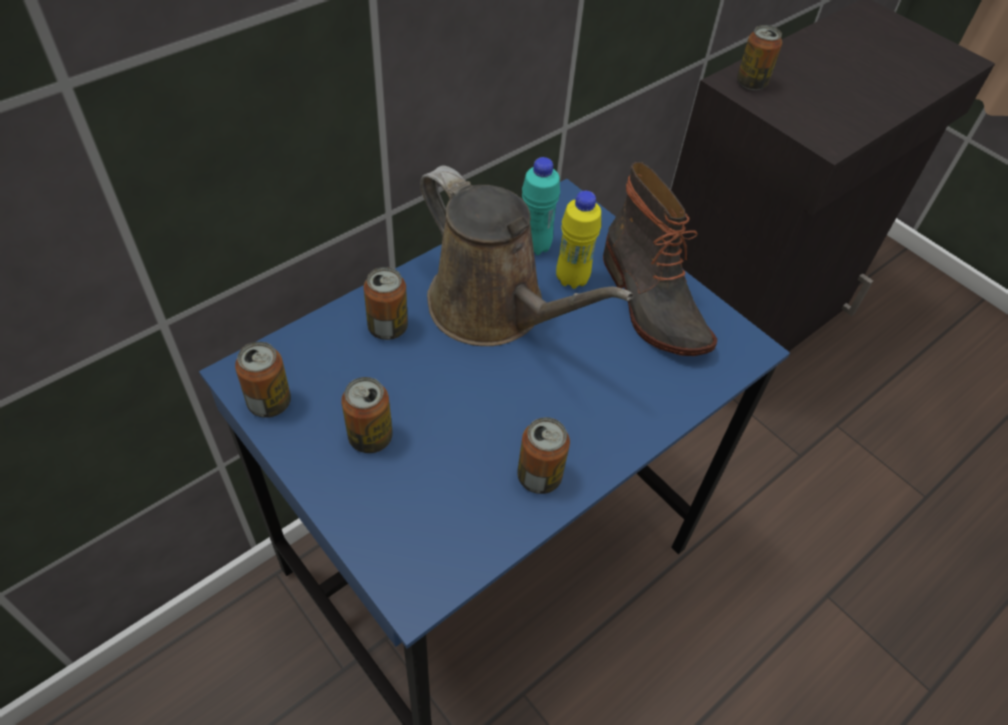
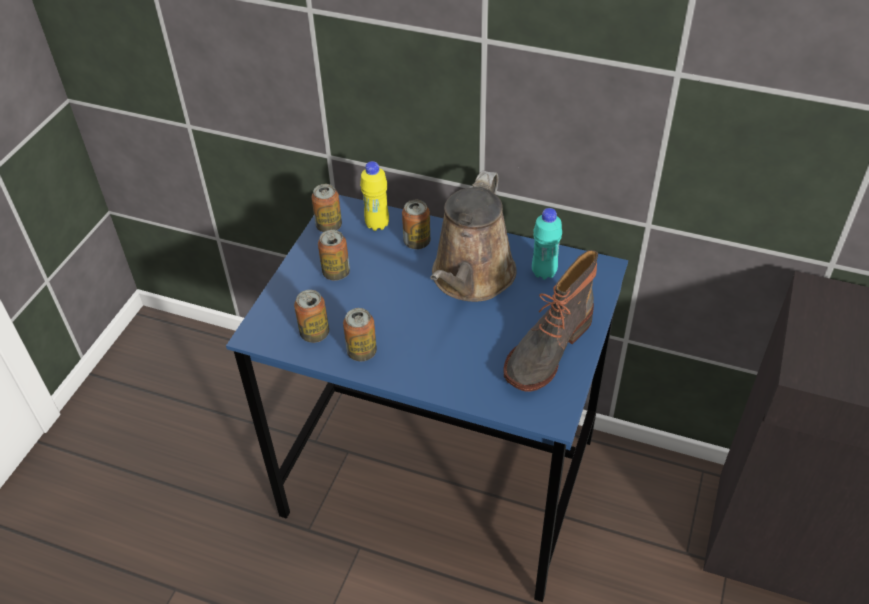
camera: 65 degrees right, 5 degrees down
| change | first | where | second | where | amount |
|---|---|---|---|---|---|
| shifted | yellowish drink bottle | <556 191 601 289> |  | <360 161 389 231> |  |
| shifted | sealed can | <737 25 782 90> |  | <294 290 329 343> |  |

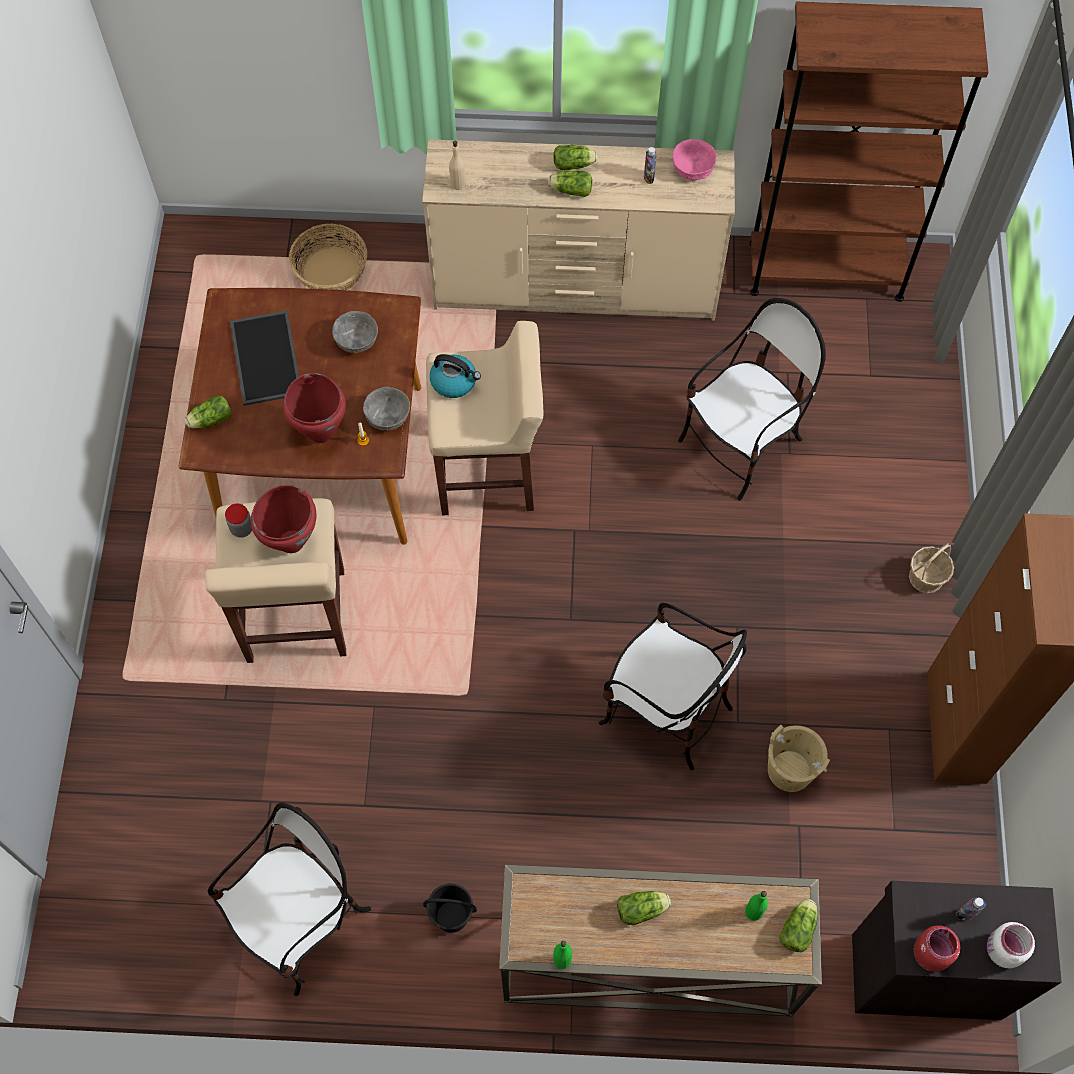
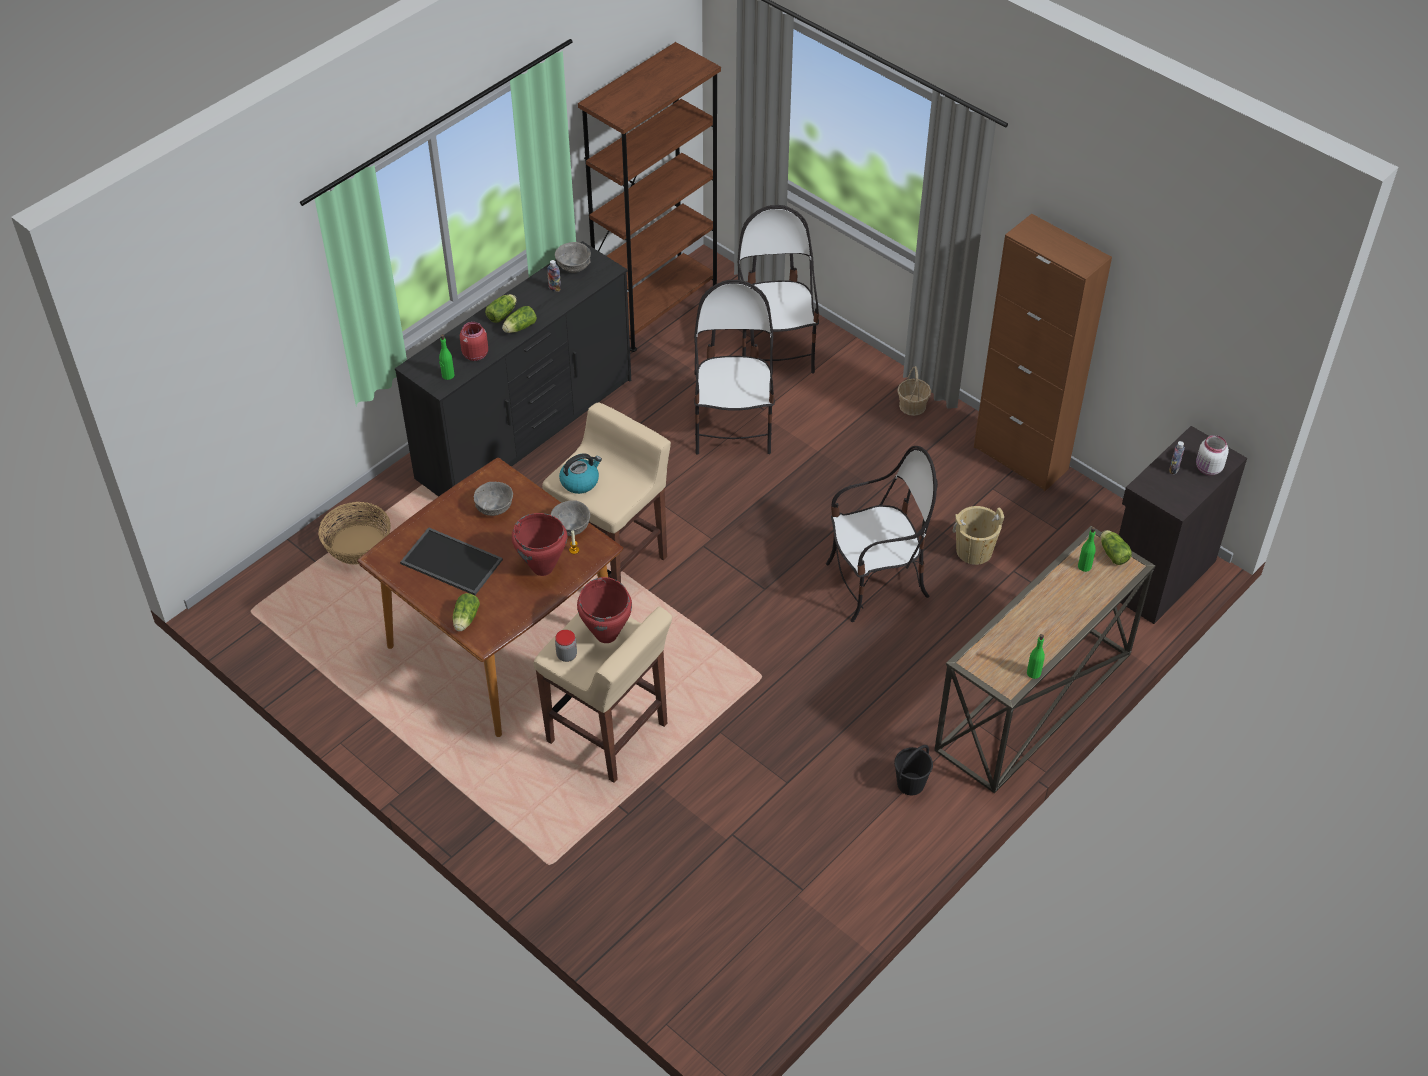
camera: 50 degrees left, 15 degrees down
| change | first | where | second | where | amount |
|---|---|---|---|---|---|
| gone | lettuce | <617 891 671 925> |  |  |  |
| shifted | chair | <208 803 371 996> |  | <738 205 819 374> |  |
| shifted | reddish preserve jar | <914 925 960 972> |  | <460 322 488 361> |  |
| repainted | beige drawer chest | <422 139 735 321> | blackish drawer chest | <395 241 631 497> |  |
| repainted | beige drink bottle | <449 141 465 190> | green-coloured drink bottle | <439 334 454 380> |  |
| repainted | pink-coloured bowl | <673 139 717 180> | gray bowl | <555 242 591 273> |  |

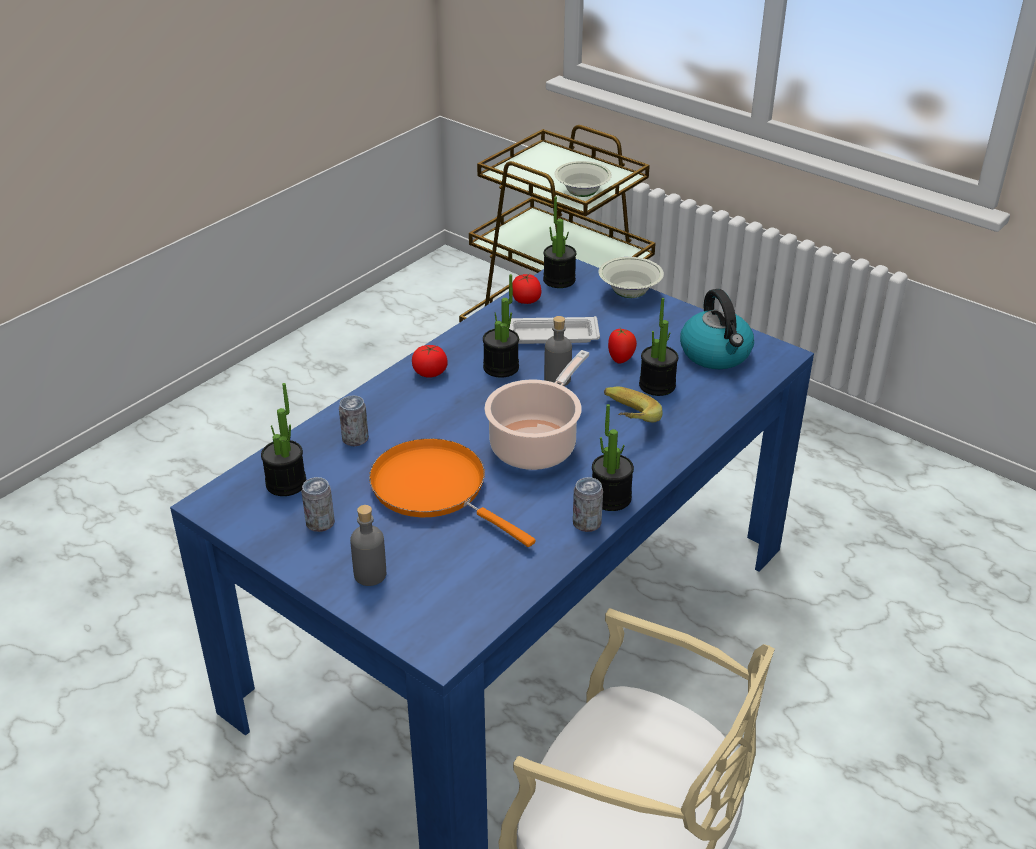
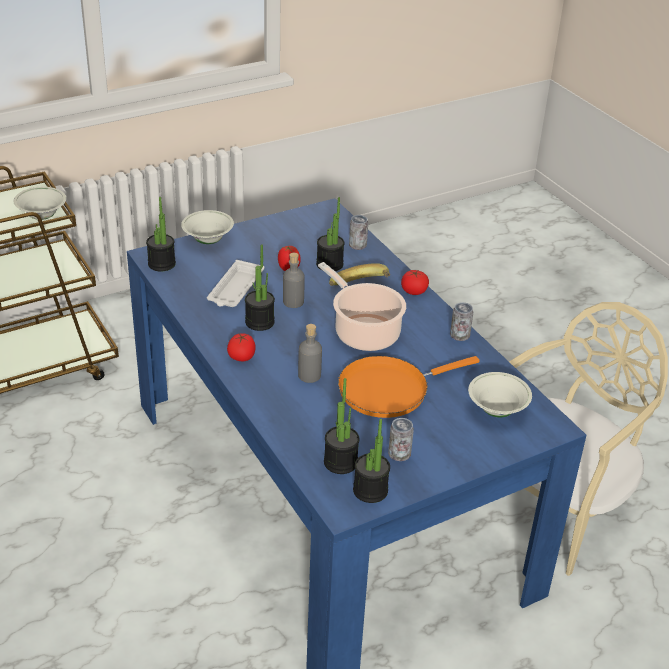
camera: 70 degrees left, 0 degrees up
| change | first | where | second | where | amount |
|---|---|---|---|---|---|
| gone | kettle | <680 289 754 369> |  |  |  |
| new |  |  | whitish bowl | <468 372 532 417> |  |
| shifted | sealed can | <339 395 369 446> |  | <349 215 368 250> |  |
| shifted | gray drink bottle | <350 505 386 586> |  | <298 324 322 383> |  |
| shifted | tomato | <512 274 541 304> |  | <401 270 429 295> |  |
| shifted | houseplant | <592 404 634 511> |  | <353 419 390 503> |  |

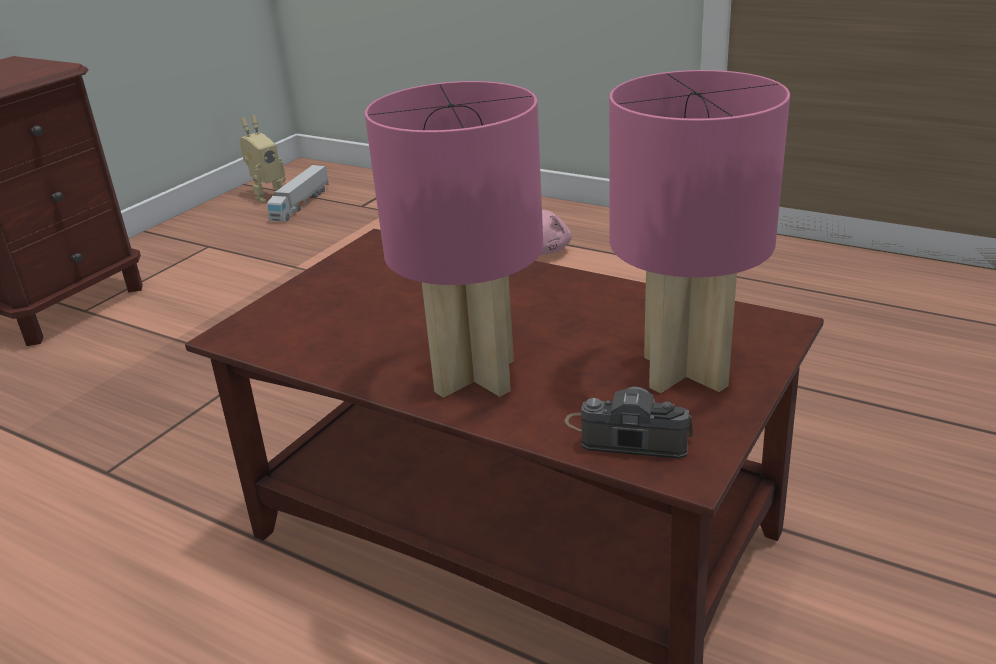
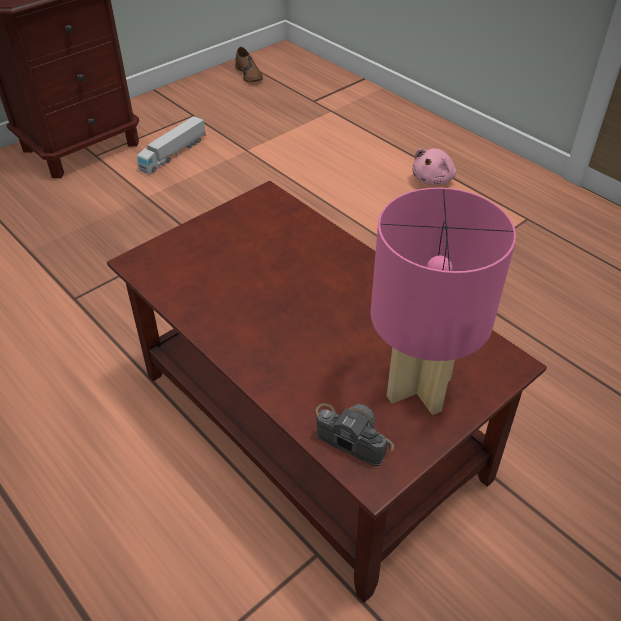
camera: 15 degrees right, 15 degrees up
| change | first | where | second | where | amount |
|---|---|---|---|---|---|
| gone | pink-coloured lamp for a table | <365 81 543 398> |  |  |  |
| shifted | model truck | <267 165 329 222> |  | <137 116 206 174> |  |
| swapped | model robot | <240 115 286 203> | brown item of footwear | <235 47 263 82> |  |

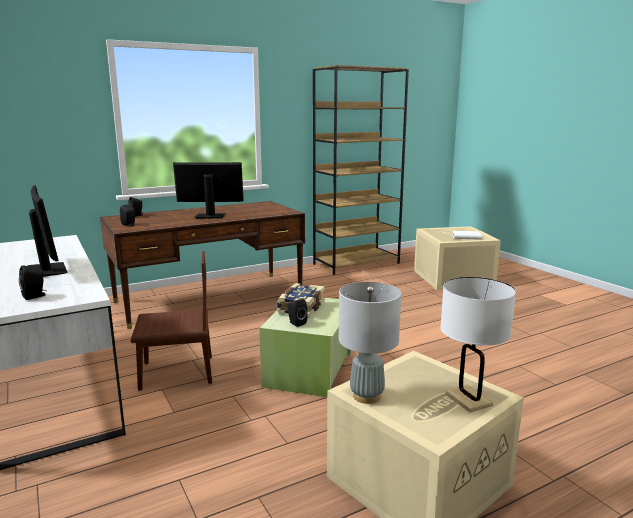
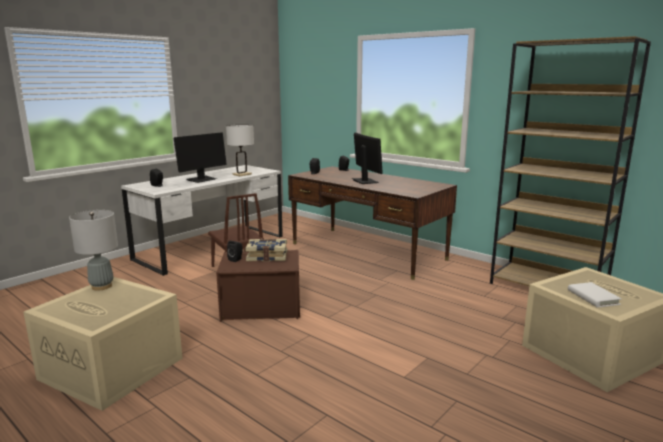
camera: 70 degrees right, 0 degrees up
| change | first | where | second | where | amount |
|---|---|---|---|---|---|
| shifted | whitish lamp for a table | <440 277 516 412> |  | <226 125 254 176> |  |
| repainted | green-coloured storage bin | <259 298 351 397> | brown storage bin | <216 250 300 322> |  |

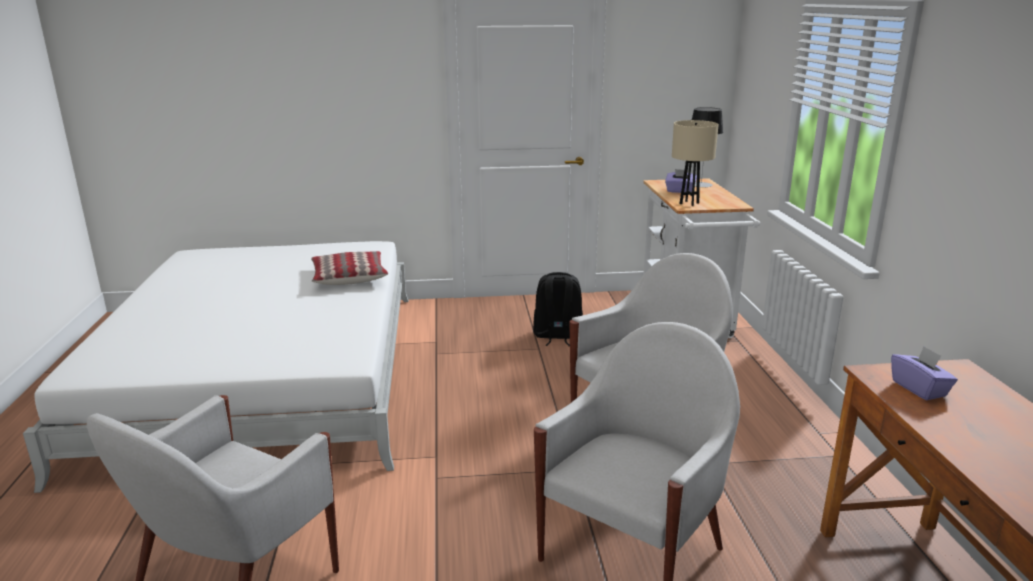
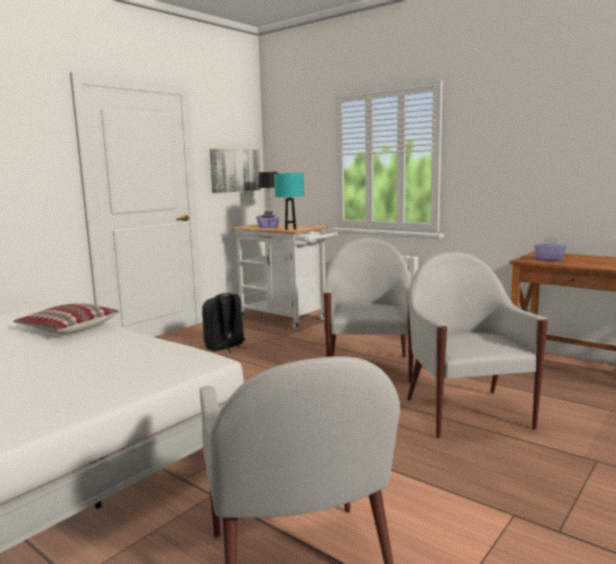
camera: 45 degrees left, 10 degrees down
| change | first | where | second | where | amount |
|---|---|---|---|---|---|
| new |  |  | wall art | <210 149 261 193> |  |
| repainted | beige lamp for a table | <672 120 719 206> | turquoise lamp for a table | <274 173 304 230> |  |

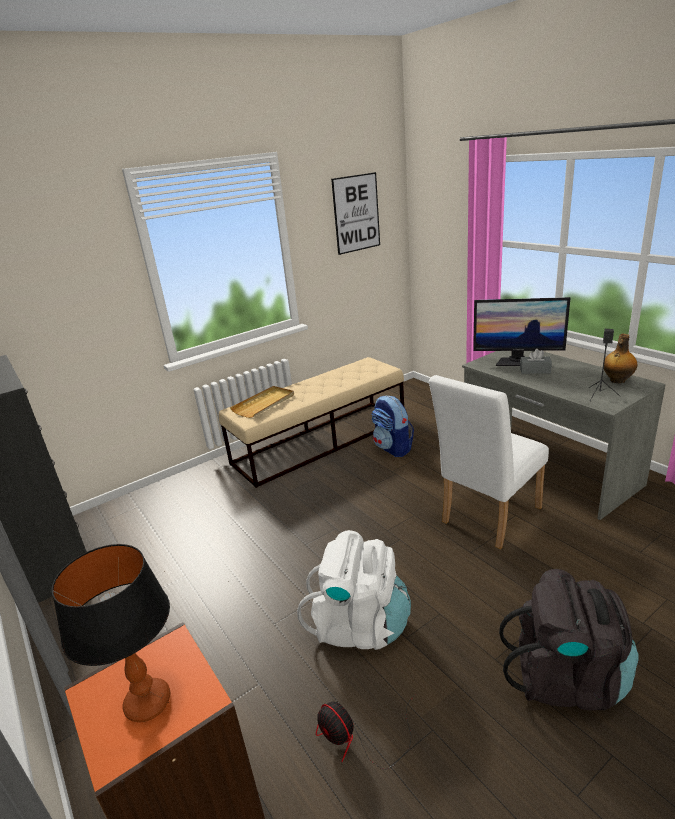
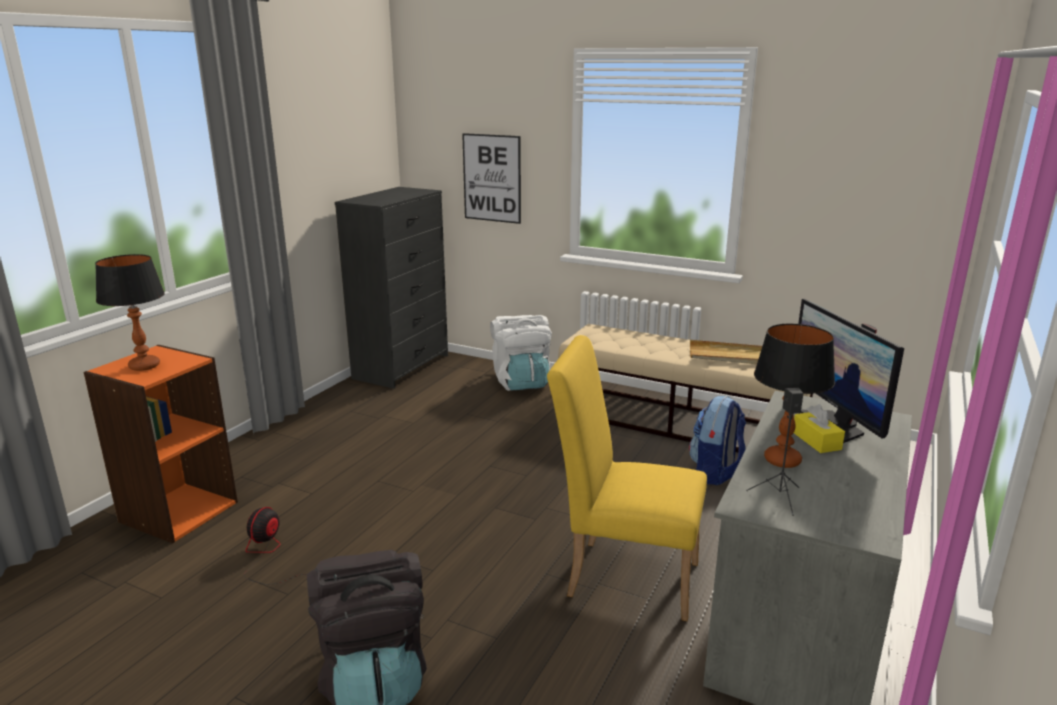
camera: 60 degrees right, 5 degrees down
| change | first | where | second | where | amount |
|---|---|---|---|---|---|
| gone | drink bottle | <604 334 637 383> |  |  |  |
| new |  |  | lamp for a table | <754 324 835 468> |  |
| shifted | beige serving tray | <230 386 294 418> |  | <690 340 762 364> |  |
| shifted | whitish backpack | <297 530 411 650> |  | <490 315 552 391> |  |
| shifted | wall art | <331 172 380 255> |  | <462 133 521 224> |  |
| repainted | whitish chair | <429 375 549 549> | yellowish chair | <547 335 707 621> |  |
| repainted | gray tissue box | <520 349 552 374> | yellowish tissue box | <794 404 845 453> |  |

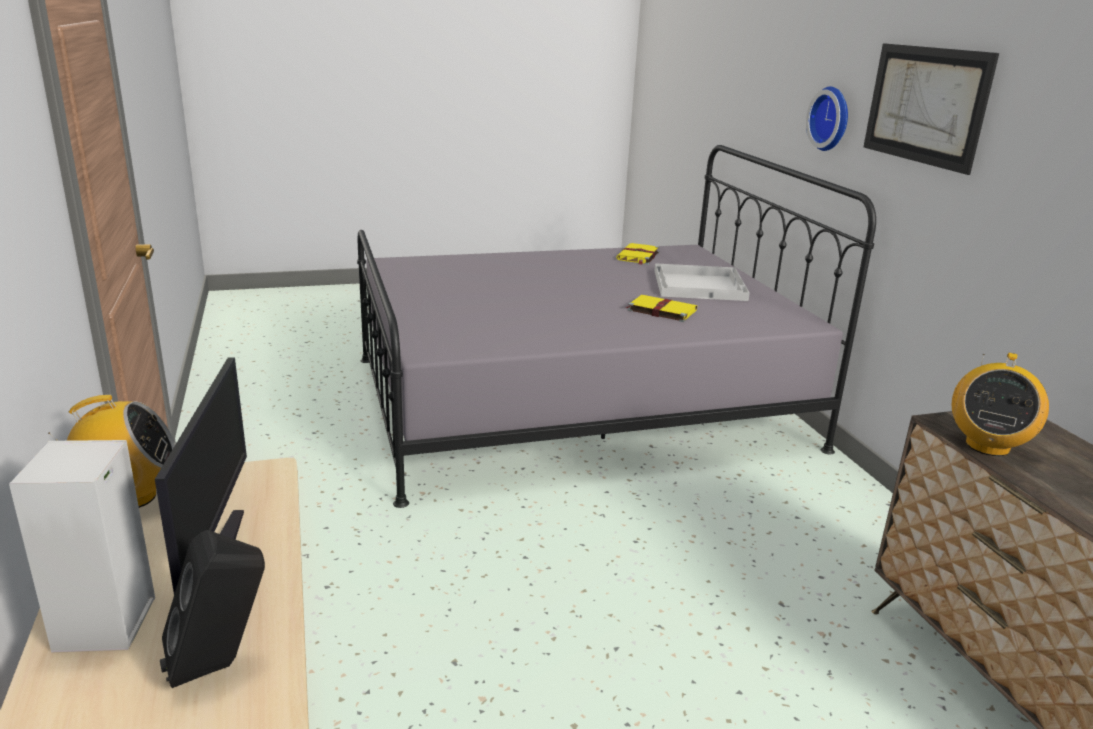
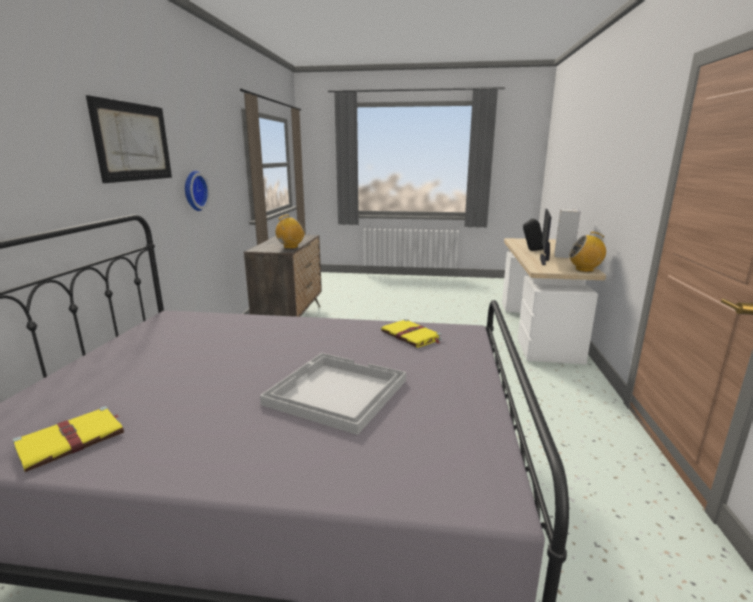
camera: 155 degrees left, 5 degrees down
| change | first | where | second | where | amount |
|---|---|---|---|---|---|
| shifted | yellowish bound book | <625 295 697 322> |  | <381 319 442 348> |  |
| shifted | whitish serving tray | <655 263 750 301> |  | <260 353 406 435> |  |
| shifted | wall clock | <806 87 848 151> |  | <185 171 210 211> |  |

